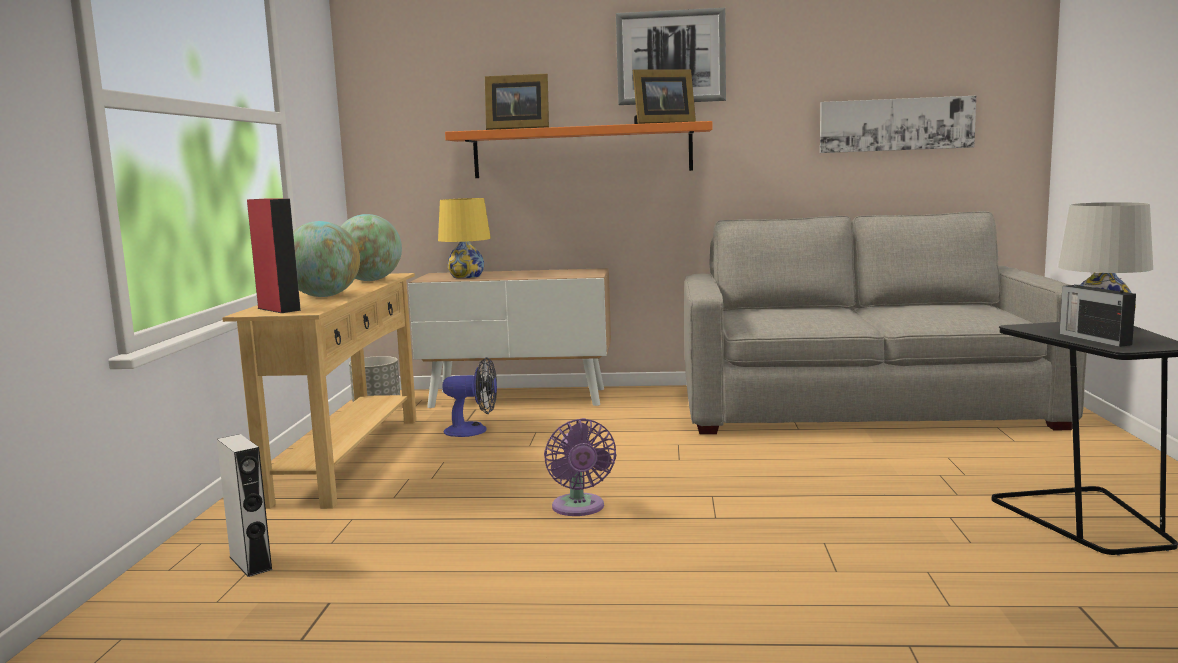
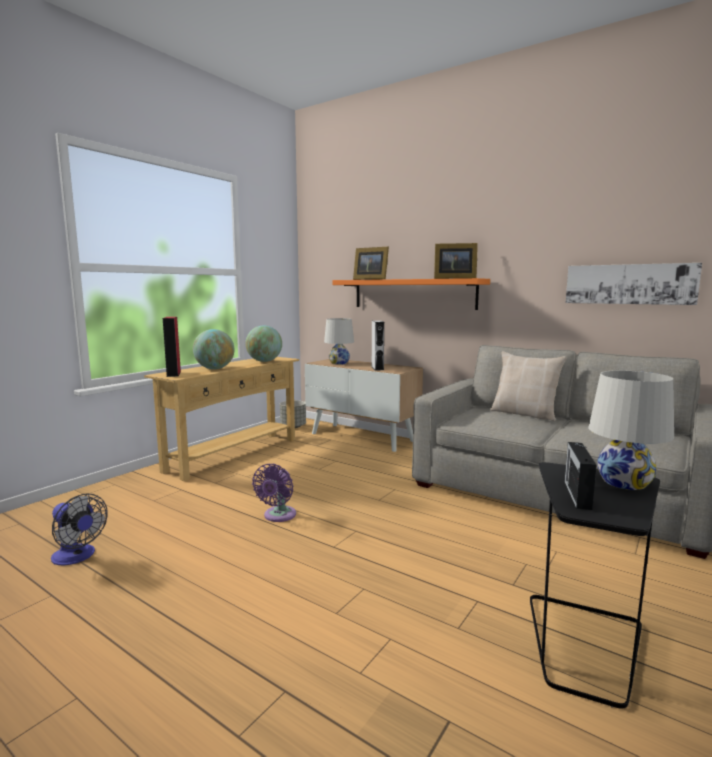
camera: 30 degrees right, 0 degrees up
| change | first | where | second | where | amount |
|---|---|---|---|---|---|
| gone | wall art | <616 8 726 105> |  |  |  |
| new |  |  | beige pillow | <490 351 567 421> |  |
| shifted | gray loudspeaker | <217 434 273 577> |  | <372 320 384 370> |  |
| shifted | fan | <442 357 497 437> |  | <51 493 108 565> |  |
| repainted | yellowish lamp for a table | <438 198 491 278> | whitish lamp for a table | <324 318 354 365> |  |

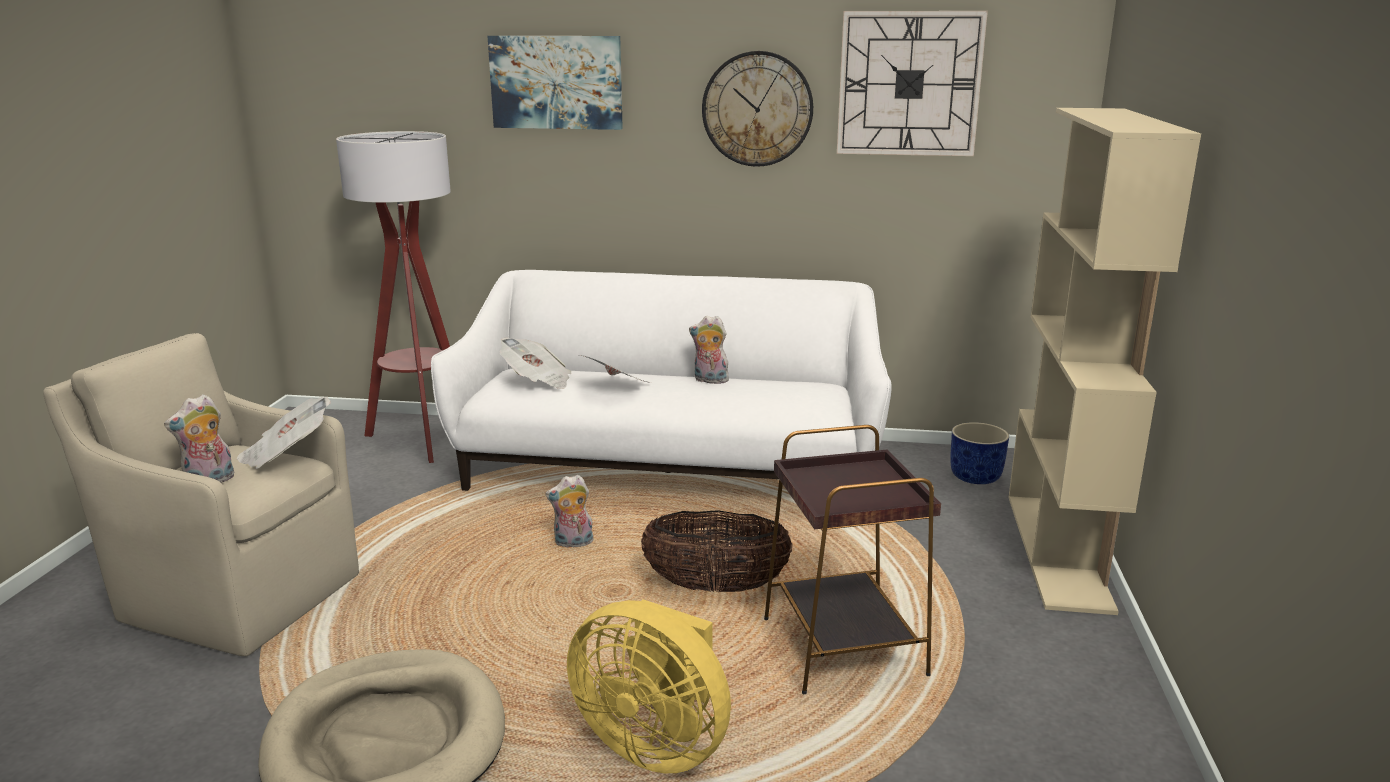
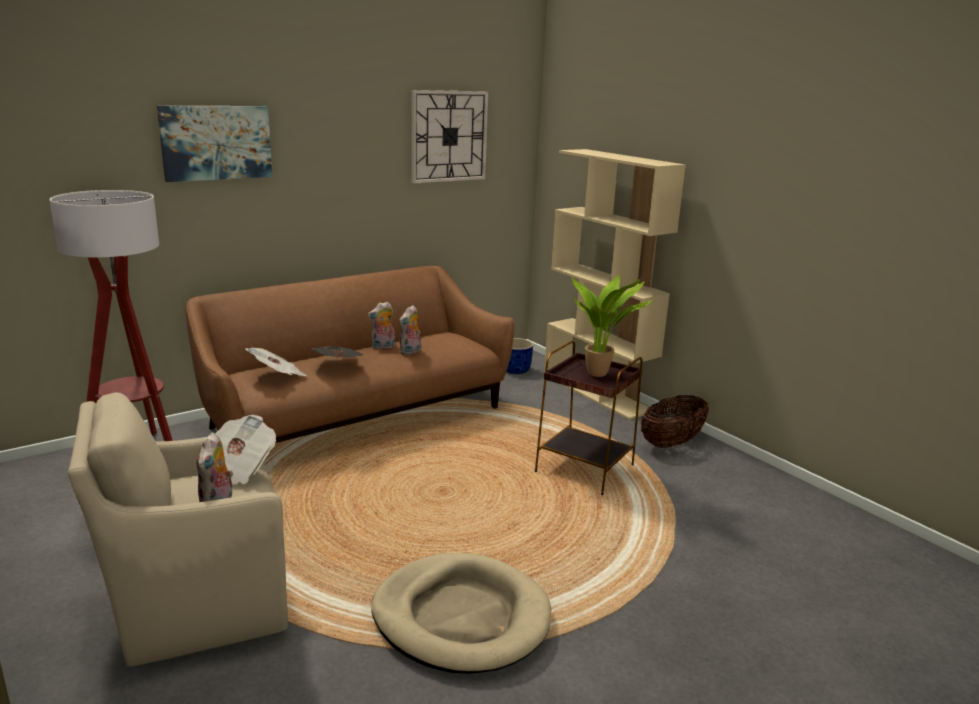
camera: 45 degrees left, 0 degrees up
| change | first | where | second | where | amount |
|---|---|---|---|---|---|
| gone | yellowish fan | <567 599 731 773> |  |  |  |
| gone | wall clock | <702 51 813 167> |  |  |  |
| new |  |  | houseplant | <571 275 652 377> |  |
| shifted | plush toy | <545 475 594 547> |  | <399 305 421 355> |  |
| shifted | basket | <641 510 793 592> |  | <641 395 709 448> |  |
| repainted | whitish settee | <431 270 892 491> | brown settee | <185 266 515 443> |  |

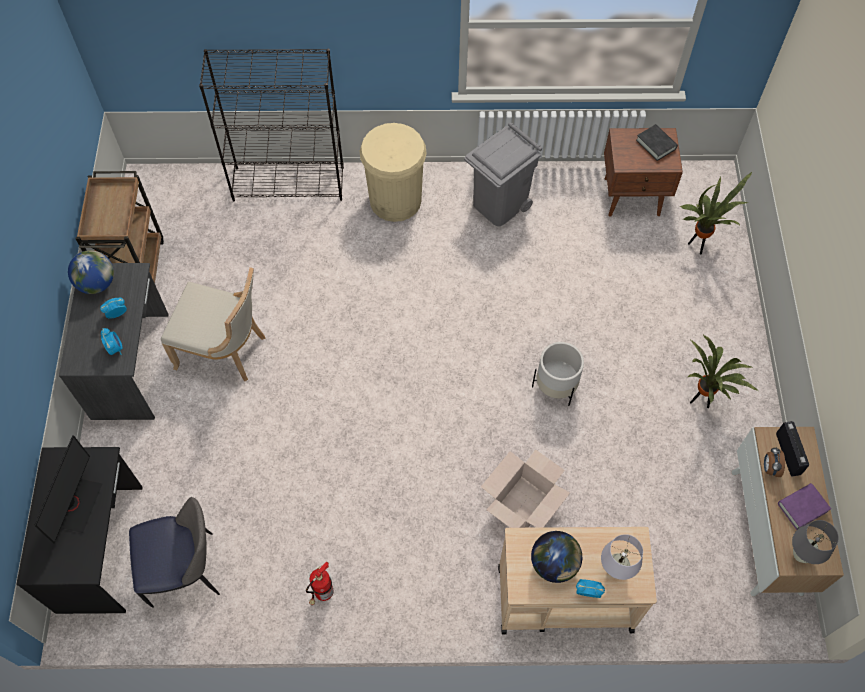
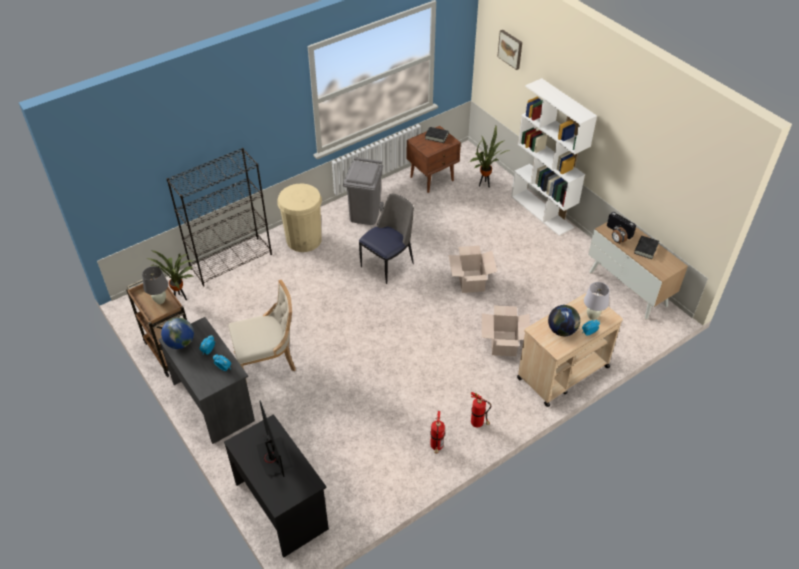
camera: 35 degrees left, 15 degrees down
| change | first | where | second | where | amount |
|---|---|---|---|---|---|
| new |  |  | fire-fighting cylinder | <471 392 491 427> |  |
| new |  |  | wall art | <497 30 522 70> |  |
| new |  |  | whitish bookshelf | <511 78 597 236> |  |
| shifted | chair | <129 497 220 608> |  | <359 194 414 284> |  |
| shifted | houseplant | <688 334 758 408> |  | <147 250 194 300> |  |
| shifted | gray lamp for a table | <792 520 839 564> |  | <142 266 168 304> |  |
| swapped | whitish flower pot | <532 342 584 406> | packing box | <448 246 497 293> |  |
| repainted | purple bound book | <778 483 831 530> | blackish bound book | <634 236 659 259> |  |

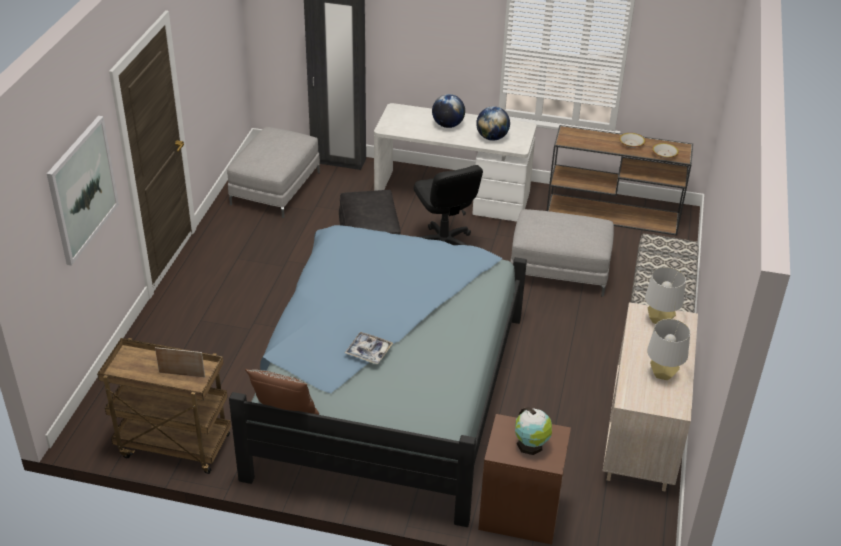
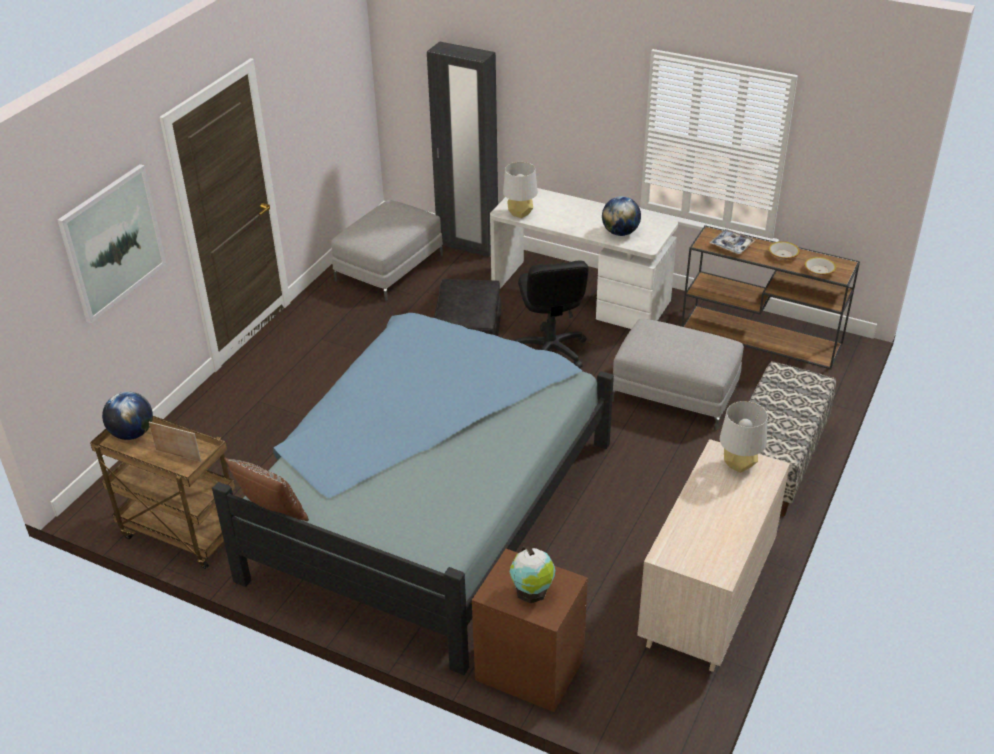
camera: 15 degrees right, 0 degrees up
| change | first | where | second | where | amount |
|---|---|---|---|---|---|
| shifted | serving tray | <345 332 393 364> |  | <710 229 755 254> |  |
| shifted | world globe | <432 94 465 128> |  | <102 391 153 440> |  |
| shifted | gray lamp for a table | <647 319 690 380> |  | <503 162 538 218> |  |

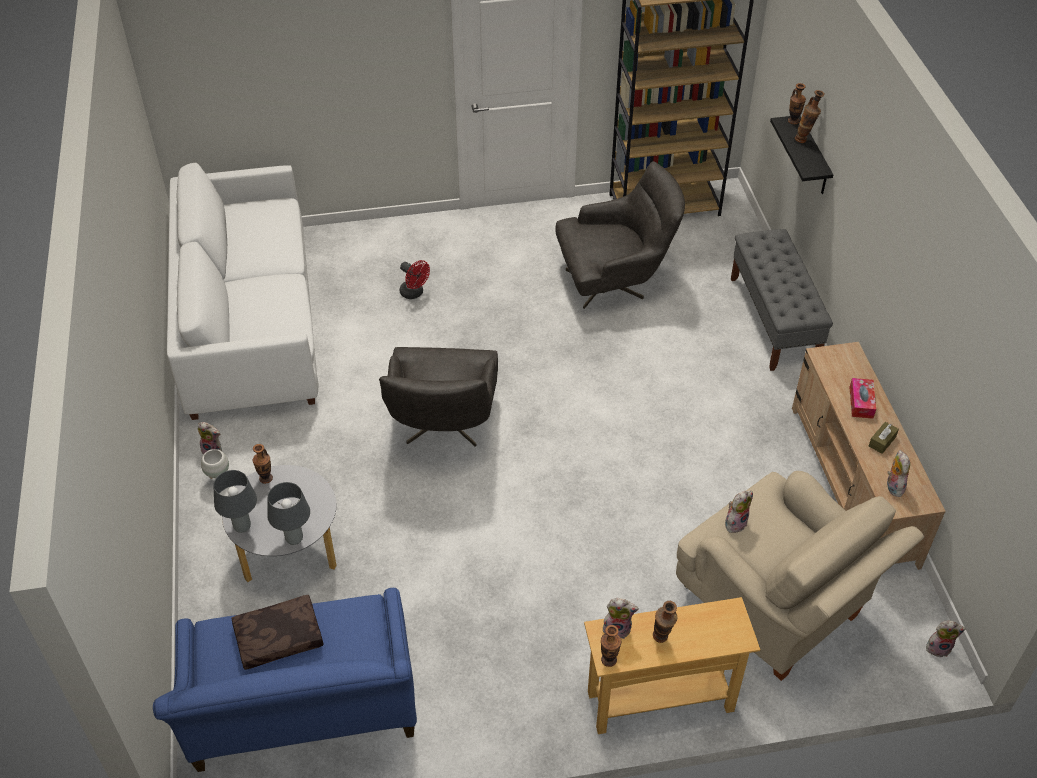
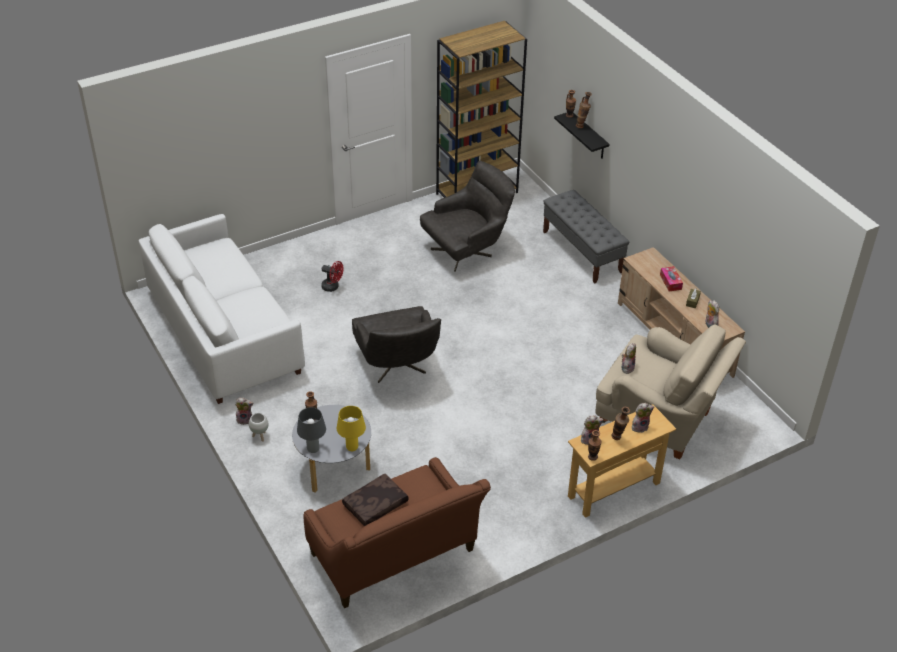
camera: 20 degrees left, 5 degrees down
| change | first | where | second | where | amount |
|---|---|---|---|---|---|
| shifted | plush toy | <926 620 966 657> |  | <632 403 654 433> |  |
| repainted | blue-coloured settee | <153 588 417 772> | brown settee | <304 457 491 608> |  |
| repainted | gray lamp for a table | <267 482 310 545> | yellowish lamp for a table | <337 406 366 451> |  |

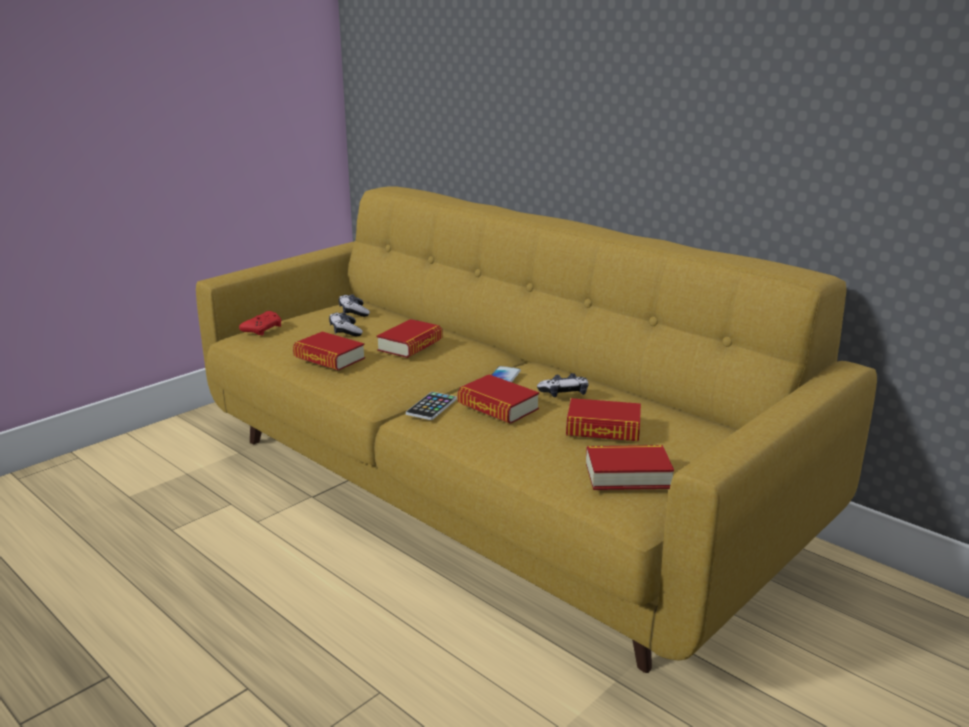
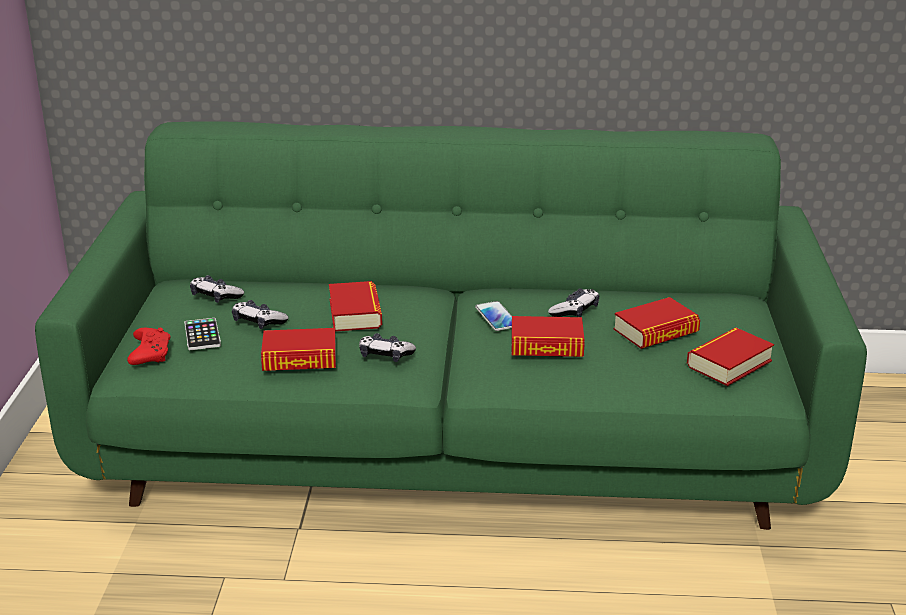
camera: 40 degrees left, 5 degrees up
| change | first | where | second | where | amount |
|---|---|---|---|---|---|
| new |  |  | joypad | <359 333 416 362> |  |
| shifted | phone | <406 392 457 420> |  | <184 318 221 350> |  |
| repainted | yellowish settee | <196 187 877 673> | green-coloured settee | <35 121 867 530> |  |

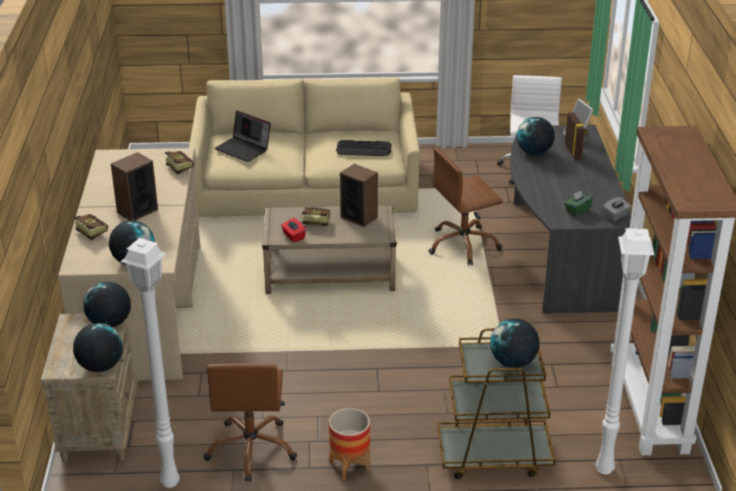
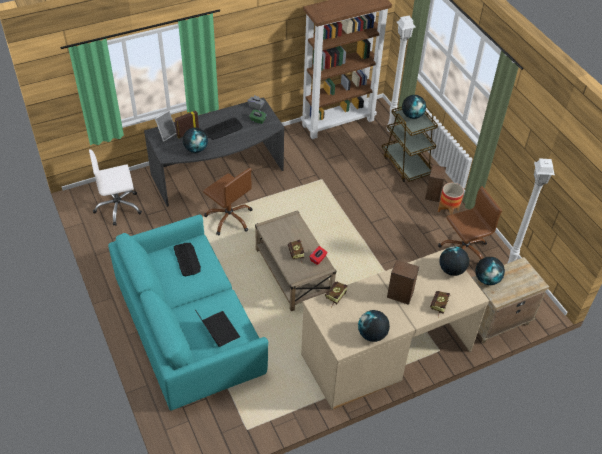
camera: 115 degrees left, 15 degrees up
| change | first | where | second | where | amount |
|---|---|---|---|---|---|
| new |  |  | PC keyboard | <204 118 243 140> |  |
| shifted | world globe | <73 323 123 372> |  | <358 310 390 342> |  |
| shifted | loudspeaker | <340 164 378 227> |  | <425 165 446 202> |  |
| repainted | beige settee | <189 77 420 217> | turquoise settee | <108 214 268 411> |  |
| rotated | laptop | <214 111 271 162> |  | <195 309 240 347> | 45 degrees counterclockwise |

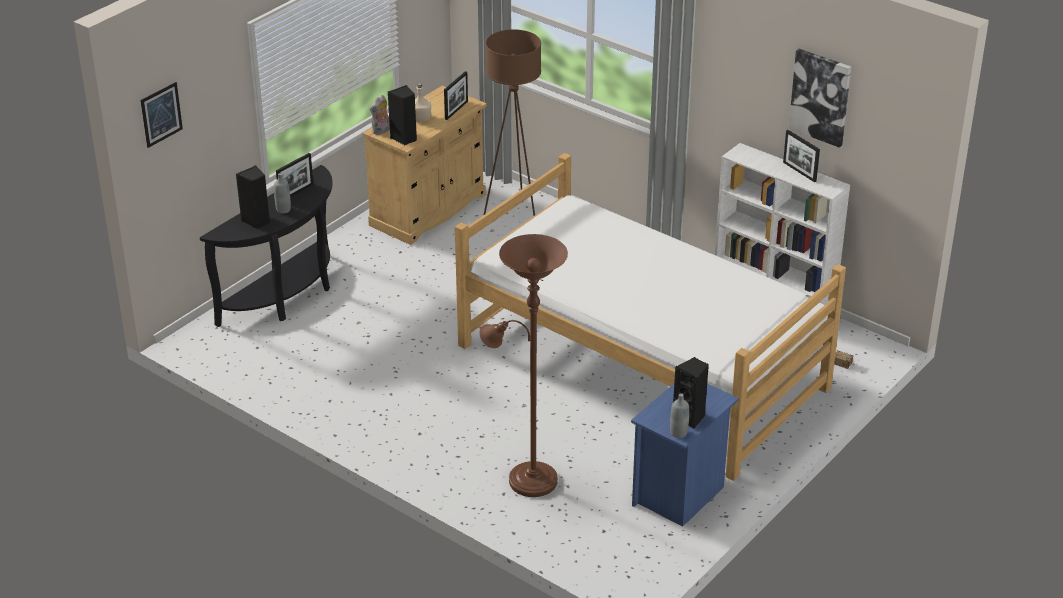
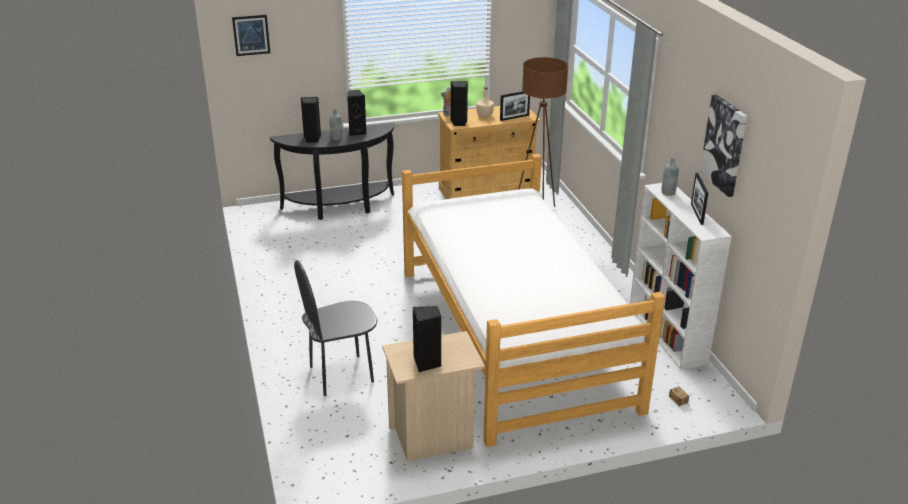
camera: 35 degrees right, 5 degrees down
| change | first | where | second | where | amount |
|---|---|---|---|---|---|
| shifted | gray drink bottle | <670 393 689 438> |  | <662 157 679 196> |  |
| swapped | photo frame | <276 153 313 197> | blackish loudspeaker | <347 90 366 136> |  |
| swapped | brown standard lamp | <480 234 568 497> | blackish chair | <294 260 377 396> |  |
| repainted | blue-coloured nightstand | <631 384 739 527> | beige nightstand | <382 331 485 462> |  |

